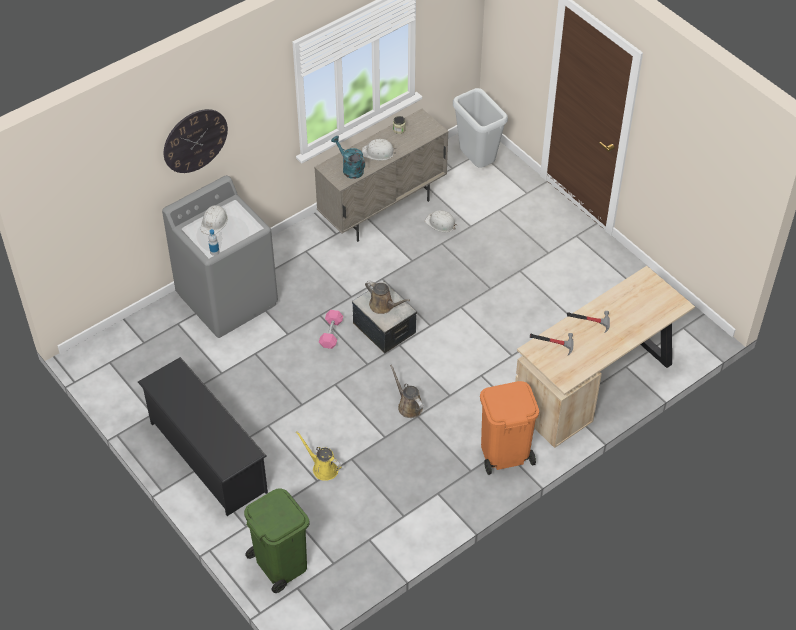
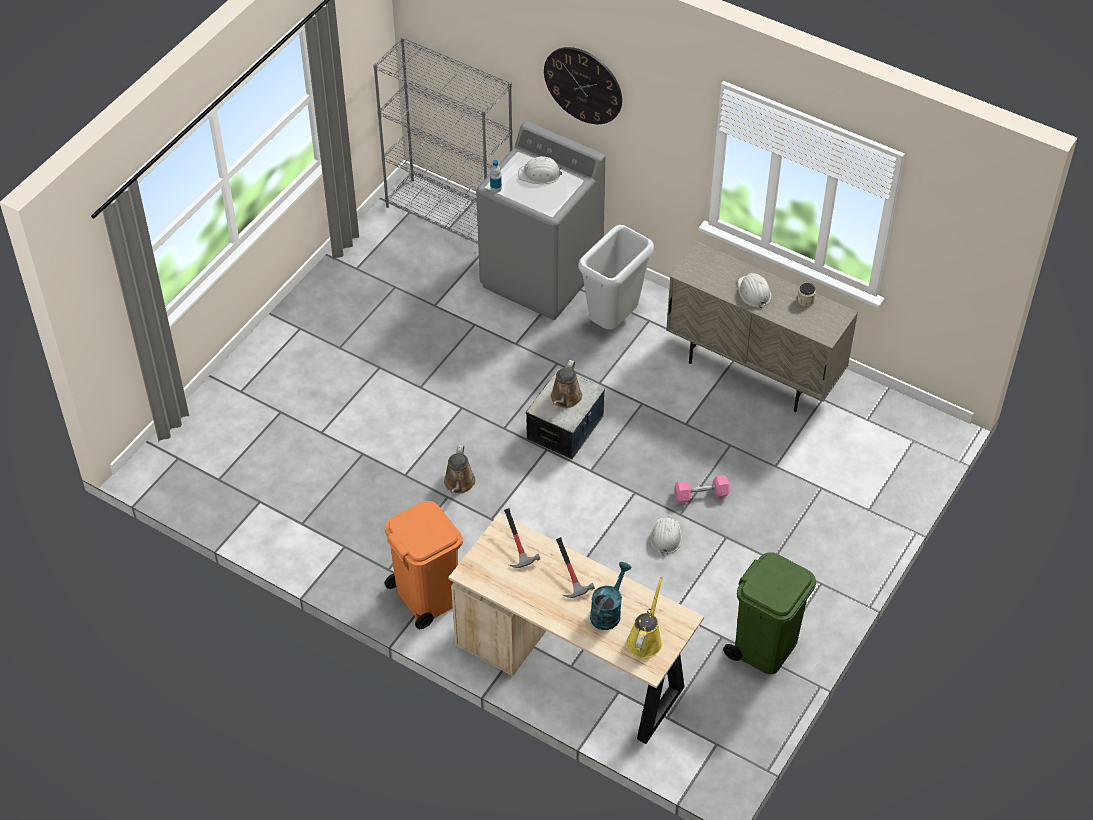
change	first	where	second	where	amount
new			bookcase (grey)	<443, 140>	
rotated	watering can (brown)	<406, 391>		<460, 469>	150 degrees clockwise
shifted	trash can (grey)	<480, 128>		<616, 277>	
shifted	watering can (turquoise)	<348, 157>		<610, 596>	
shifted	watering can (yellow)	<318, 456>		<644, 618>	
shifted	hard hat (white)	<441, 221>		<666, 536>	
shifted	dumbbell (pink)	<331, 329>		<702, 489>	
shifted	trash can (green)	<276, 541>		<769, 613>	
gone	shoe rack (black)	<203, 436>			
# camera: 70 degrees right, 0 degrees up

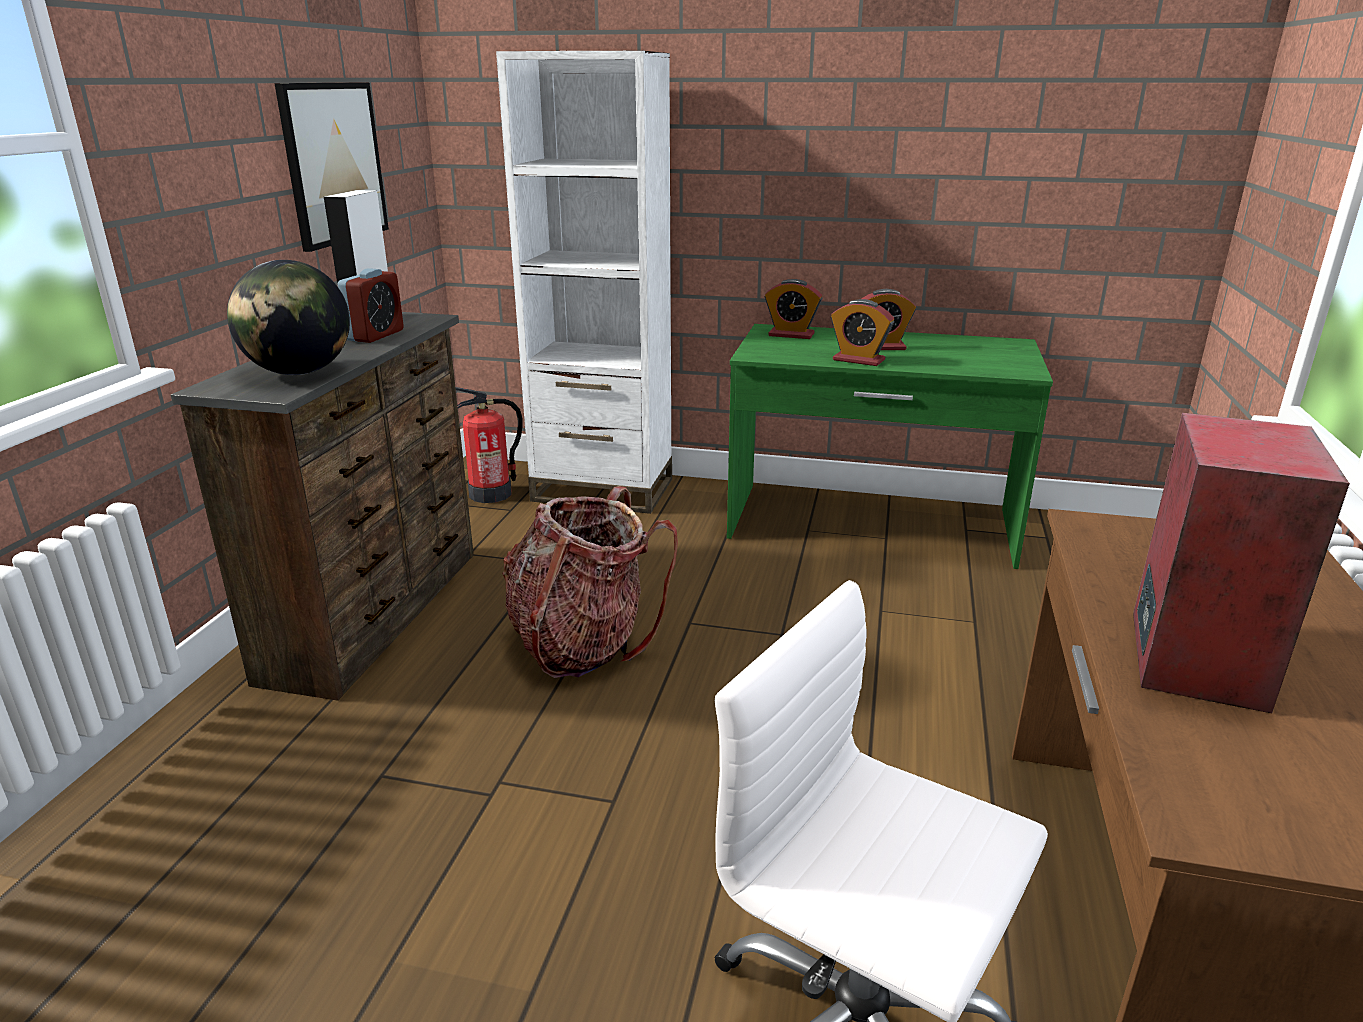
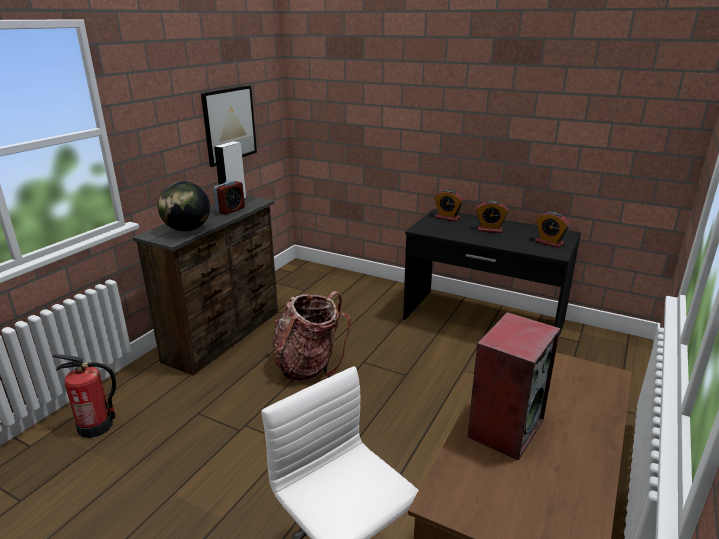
change	first	where	second	where	amount
shifted	fire extinguisher	<489, 445>		<84, 396>	
repainted	desk (green)	<890, 446>	desk (black)	<492, 272>	
shifted	alarm clock	<862, 332>		<553, 229>	
gone	bookcase (white)	<584, 282>			
# camera: 15 degrees right, 0 degrees up

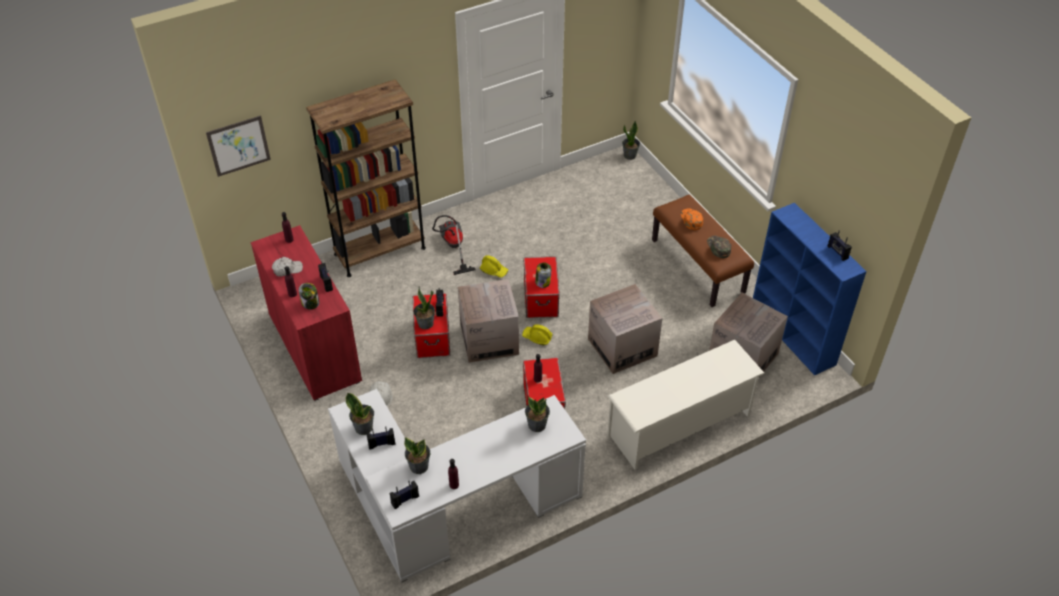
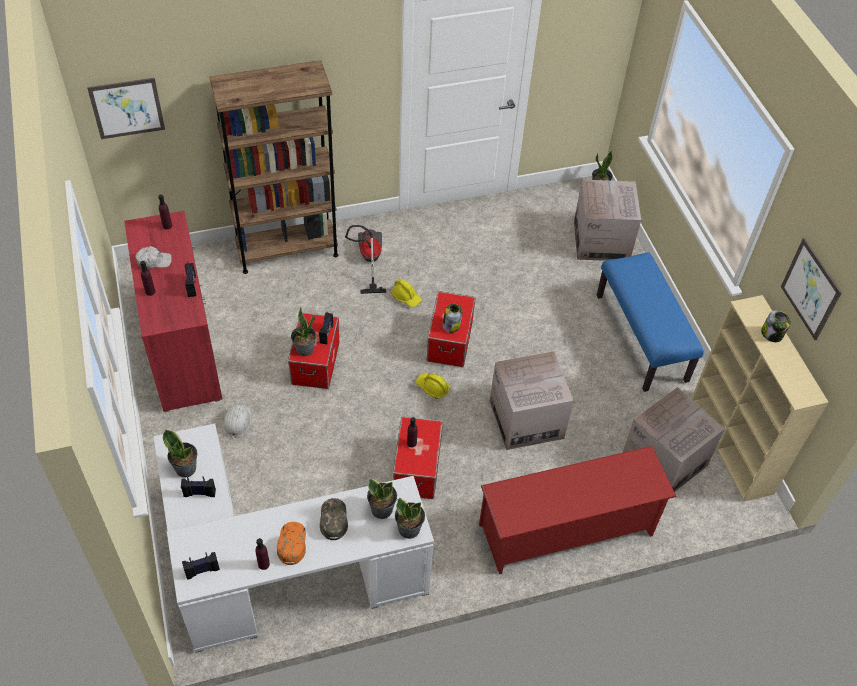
change	first	where	second	where	amount
shifted	cap (orange)	<692, 219>		<291, 543>	
shifted	cap (green)	<719, 247>		<334, 519>	
shifted	potted plant	<417, 456>		<410, 518>	
repainted	shoe rack (white)	<686, 405>	shoe rack (red)	<577, 510>	
shifted	cardboard box	<488, 320>		<607, 220>	
repainted	bench (brown)	<703, 251>	bench (blue)	<650, 322>	
repainted	bookcase (blue)	<810, 289>	bookcase (beige)	<760, 398>	
shifted	jar	<309, 296>		<776, 326>	
new			picture	<811, 289>	
gone	radio	<840, 245>			
# camera: 10 degrees right, 5 degrees up

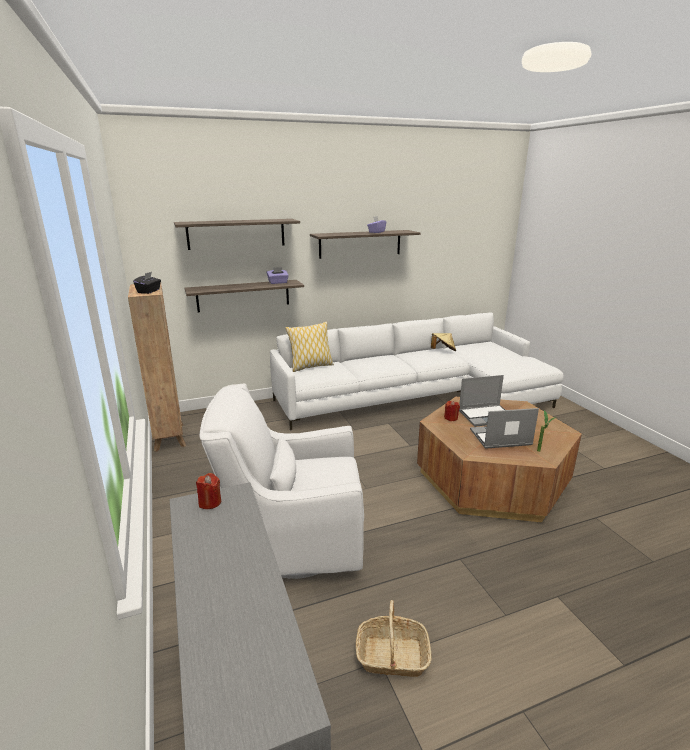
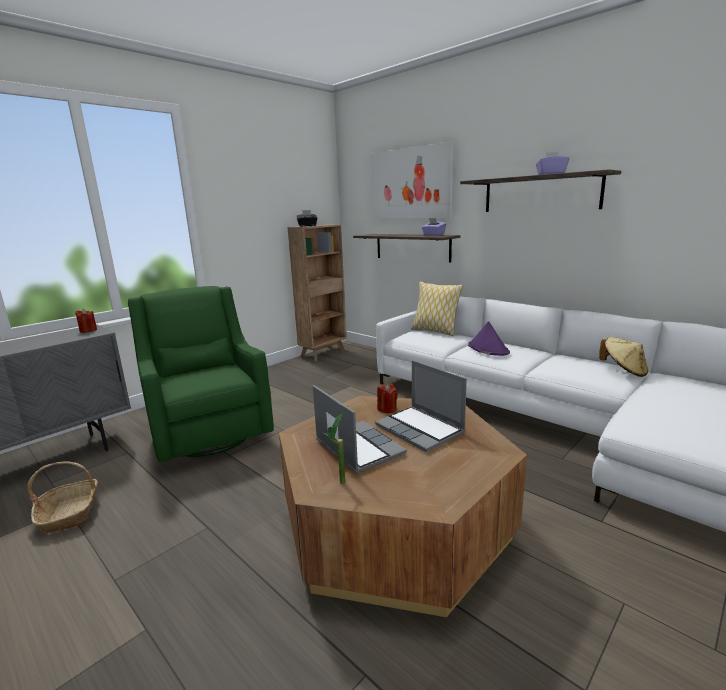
change	first	where	second	where	amount
repainted	armchair (white)	<281, 481>	armchair (green)	<201, 374>	
swapped	shelf	<237, 234>	picture	<412, 180>	
new			hat (purple)	<489, 338>	
# camera: 65 degrees right, 5 degrees down

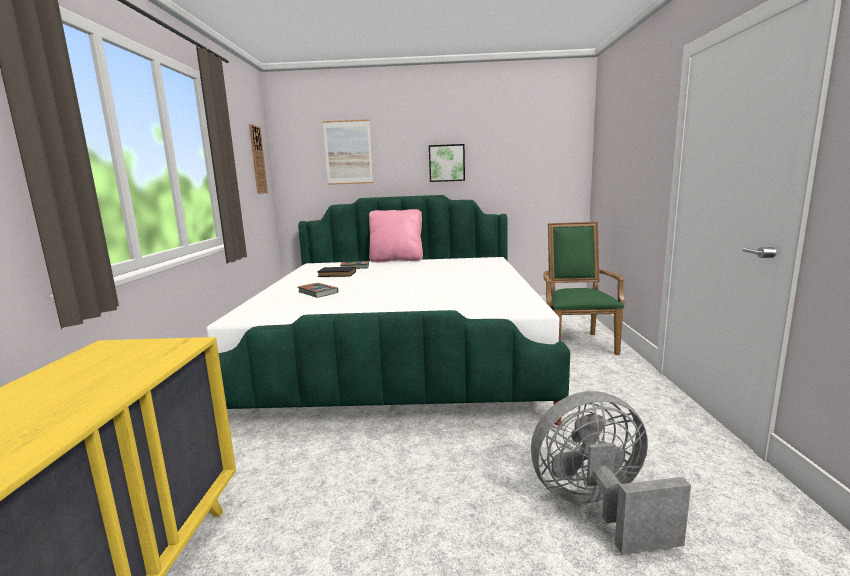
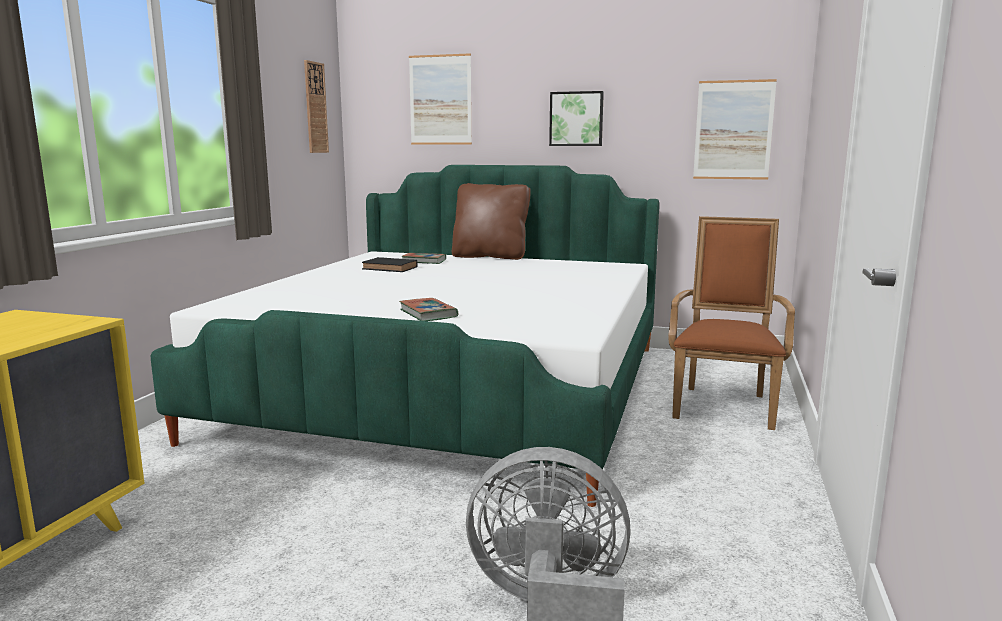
change	first	where	second	where	amount
shifted	book	<318, 290>		<428, 309>	
repainted	pillow (pink)	<396, 235>	pillow (brown)	<491, 221>	
repainted	armchair (green)	<584, 288>	armchair (brown)	<731, 323>	
new			picture	<735, 129>	
# camera: 15 degrees right, 0 degrees up

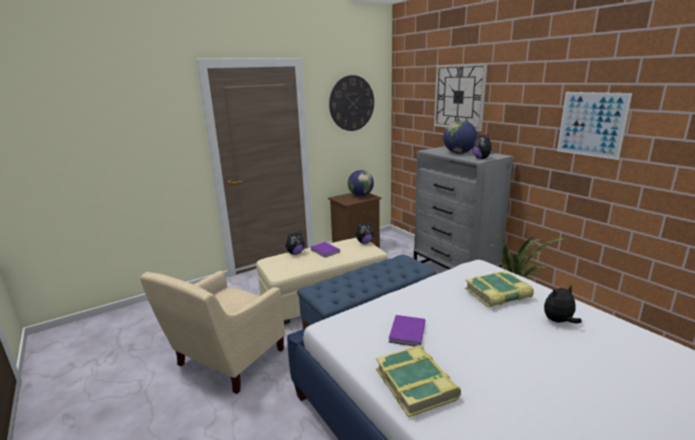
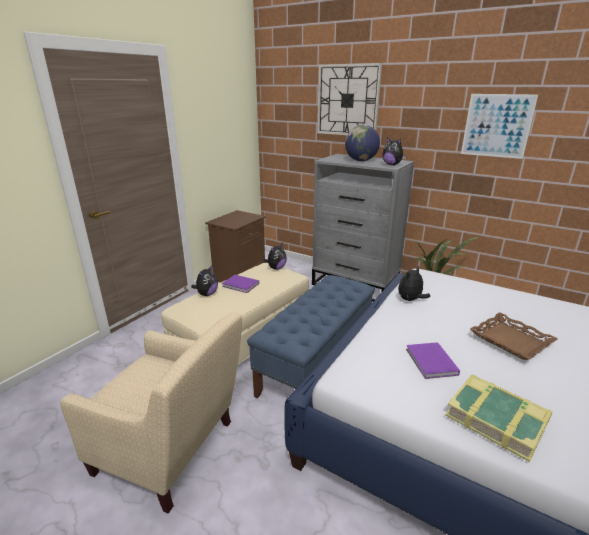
change	first	where	second	where	amount
rotated	armchair (beige)	<212, 332>		<151, 412>	75 degrees counterclockwise
shifted	plush toy	<563, 303>		<414, 283>	
new			tray (brown)	<514, 336>	
gone	wall clock	<351, 103>			
gone	globe	<361, 183>			
gone	book	<499, 289>			
# camera: 25 degrees left, 5 degrees up

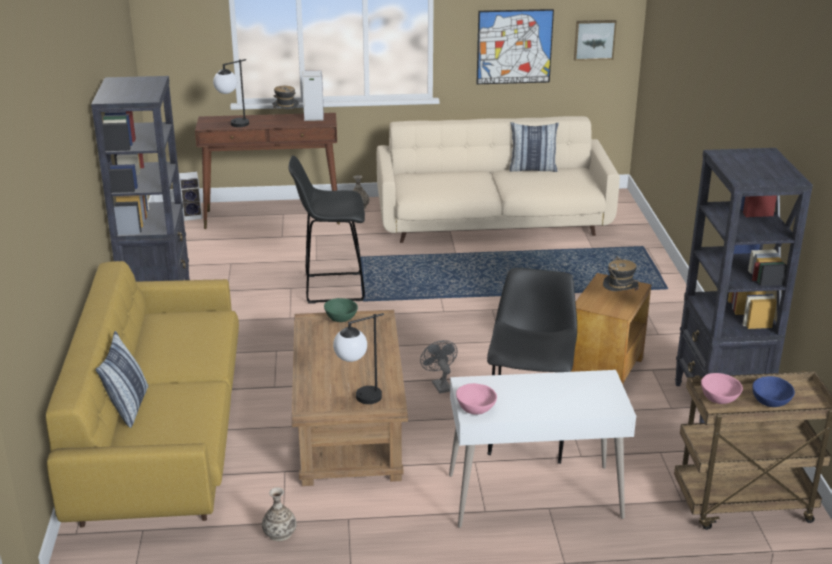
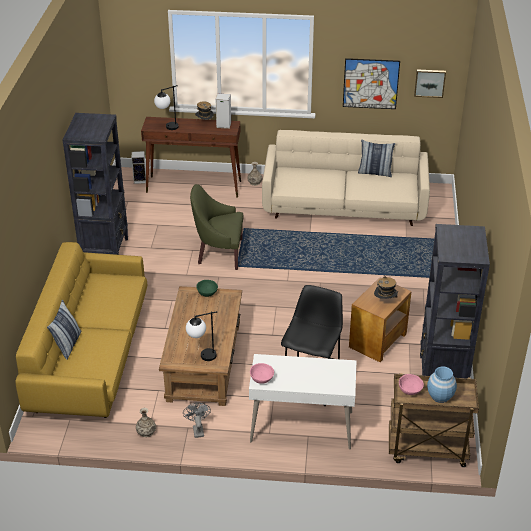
change	first	where	second	where	amount
shifted	fan (grey)	<439, 366>		<197, 420>	
swapped	stool (black)	<326, 230>	armchair (green)	<216, 227>	
swapped	bowl (blue)	<773, 391>	vase (blue)	<442, 385>	
# camera: 10 degrees right, 10 degrees up

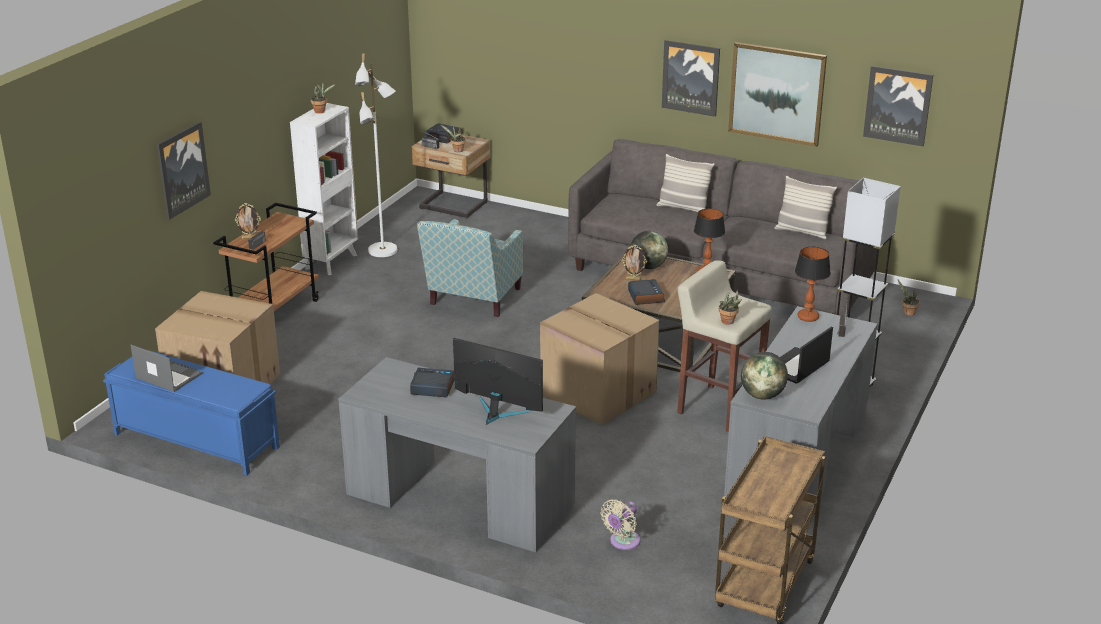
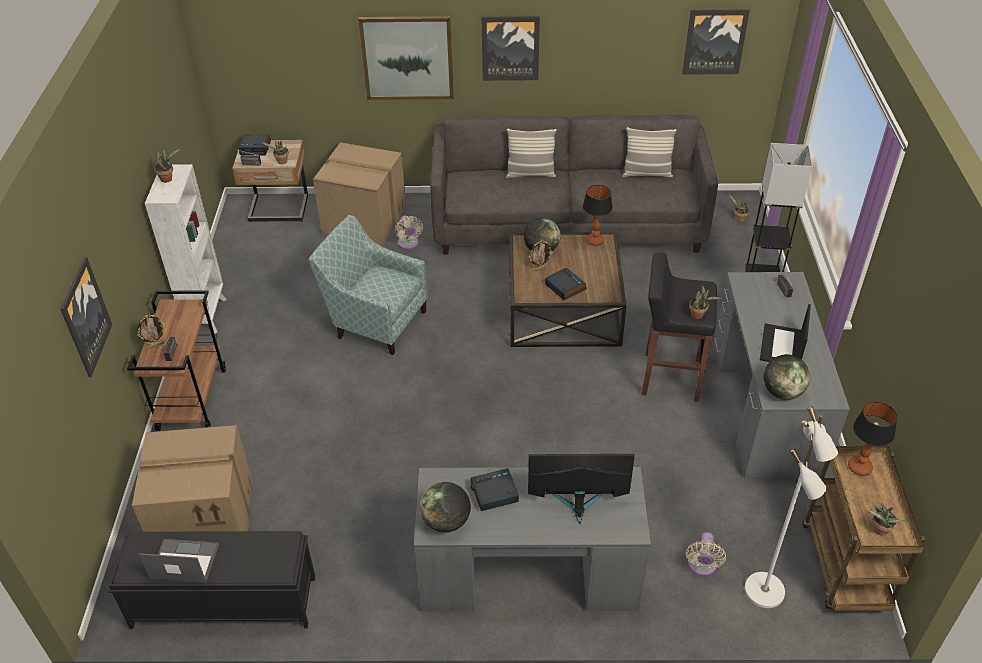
change	first	where	second	where	amount
repainted	bench (blue)	<191, 413>	bench (black)	<211, 580>	
rotated	armchair	<470, 268>		<368, 285>	120 degrees clockwise
shifted	cardboard box	<600, 359>		<359, 193>	
shifted	picture	<777, 94>		<406, 58>	
new			fan (beige)	<409, 232>	
new			globe	<445, 507>	
repainted	stool (beige)	<724, 346>	stool (black)	<679, 327>	
shifted	floor lamp (white)	<376, 155>		<791, 507>	
shifted	table lamp	<813, 284>		<873, 439>	
new			potted plant	<886, 519>	
# camera: 25 degrees left, 15 degrees up

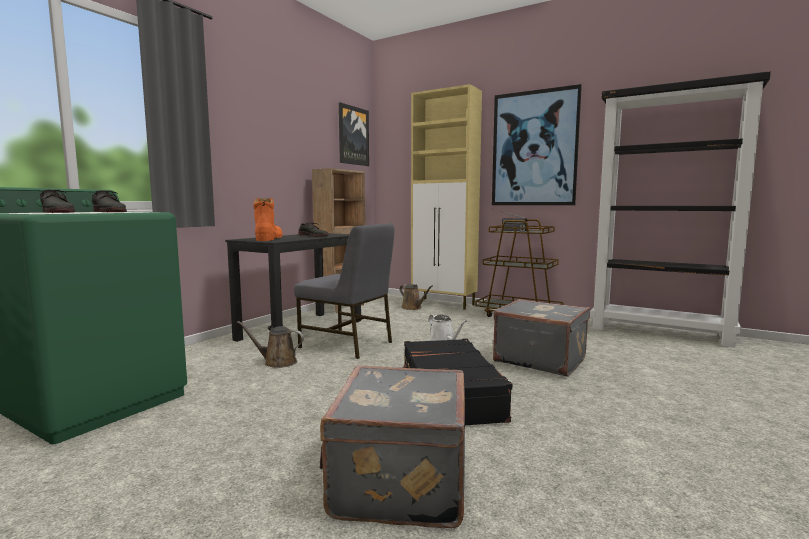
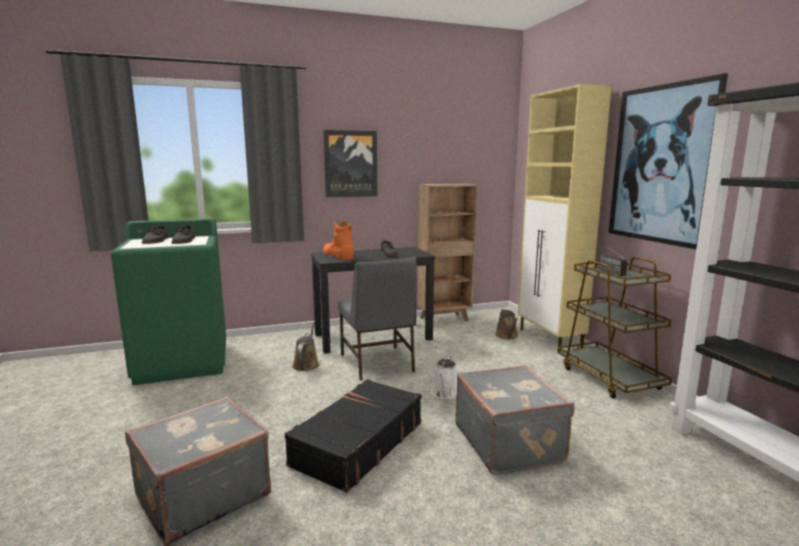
change	first	where	second	where	amount
rotated	watering can (brown)	<270, 344>		<305, 346>	45 degrees clockwise
shifted	picture	<354, 134>		<350, 163>	
rotated	boot (orange)	<267, 219>		<338, 240>	75 degrees counterclockwise
# camera: 40 degrees right, 5 degrees up

